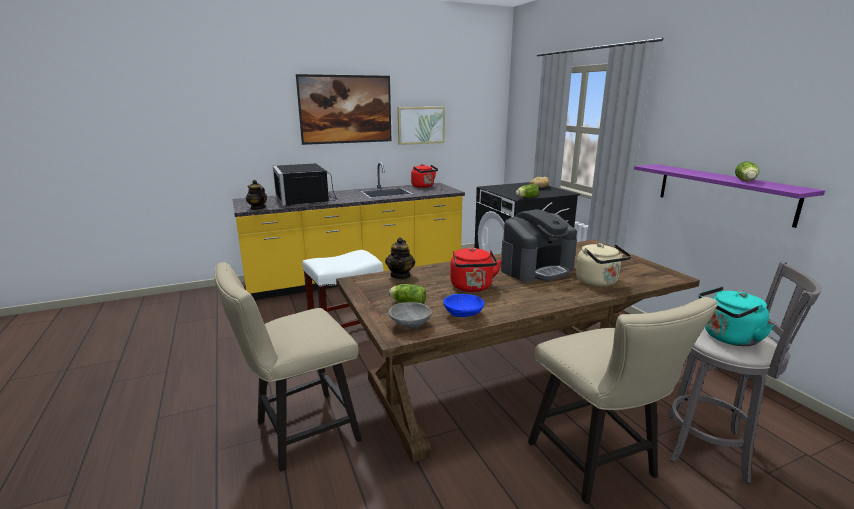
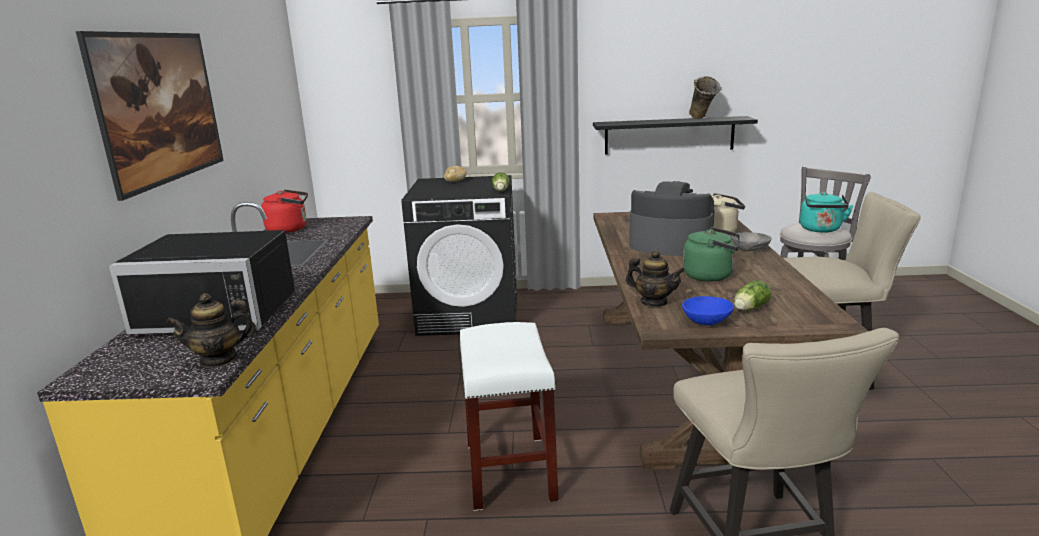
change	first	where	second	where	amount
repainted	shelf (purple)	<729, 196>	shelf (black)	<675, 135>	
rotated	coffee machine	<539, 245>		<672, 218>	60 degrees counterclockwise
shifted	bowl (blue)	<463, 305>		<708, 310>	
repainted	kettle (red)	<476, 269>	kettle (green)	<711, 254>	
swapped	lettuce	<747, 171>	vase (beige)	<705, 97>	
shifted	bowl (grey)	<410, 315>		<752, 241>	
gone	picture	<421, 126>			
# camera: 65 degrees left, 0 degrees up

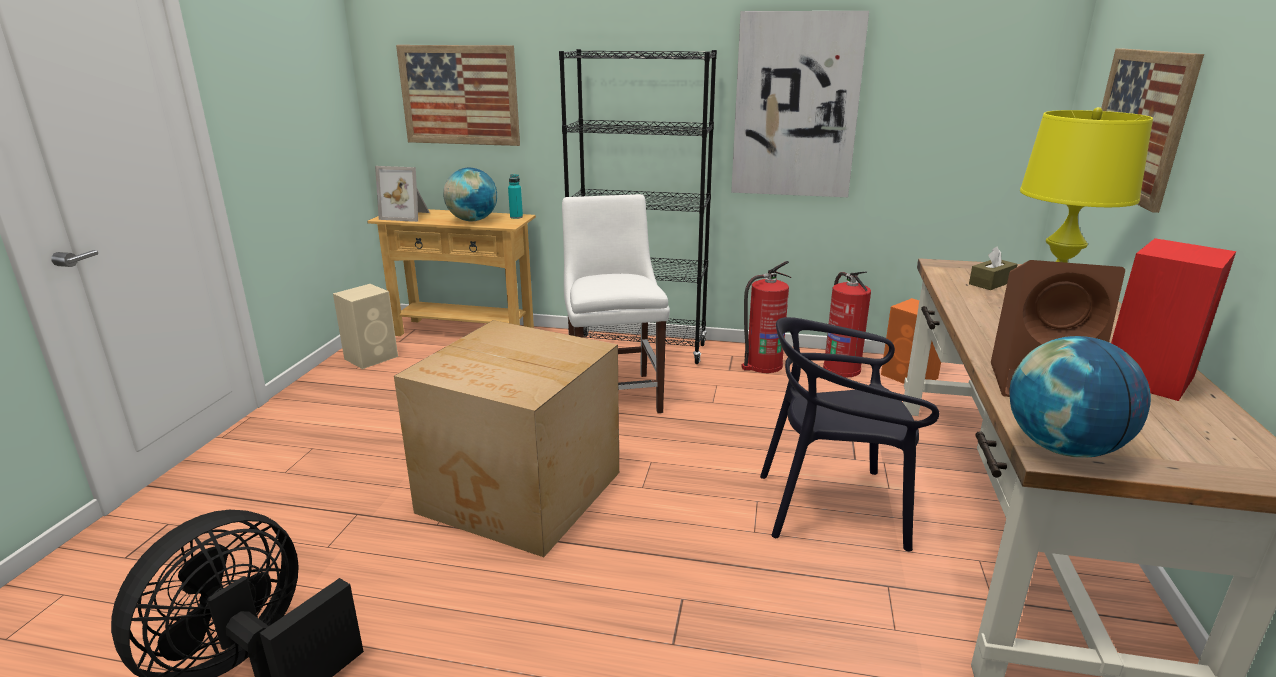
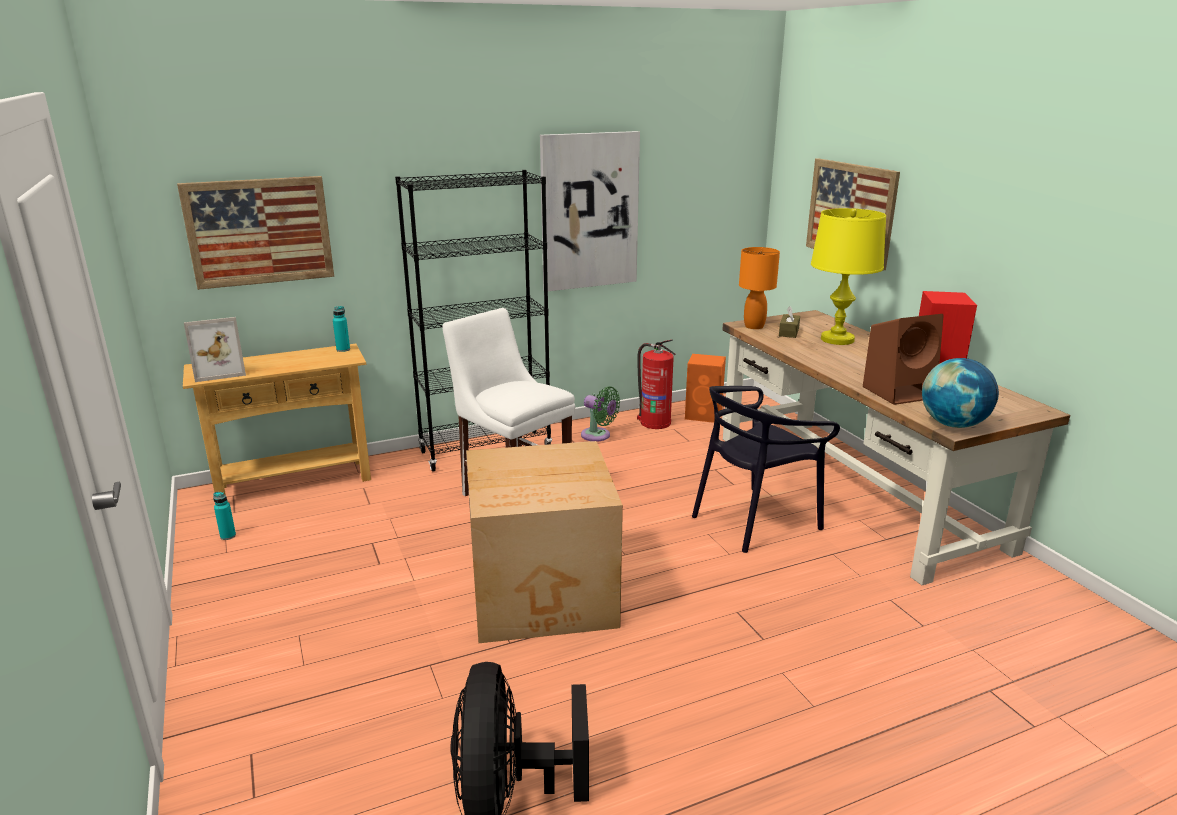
change	first	where	second	where	amount
swapped	speaker (beige)	<365, 326>	bottle (turquoise)	<224, 516>	
swapped	fire extinguisher	<766, 317>	fan (green)	<600, 414>	
new			table lamp (orange)	<759, 288>	
gone	globe	<470, 194>			
# camera: 35 degrees left, 0 degrees up

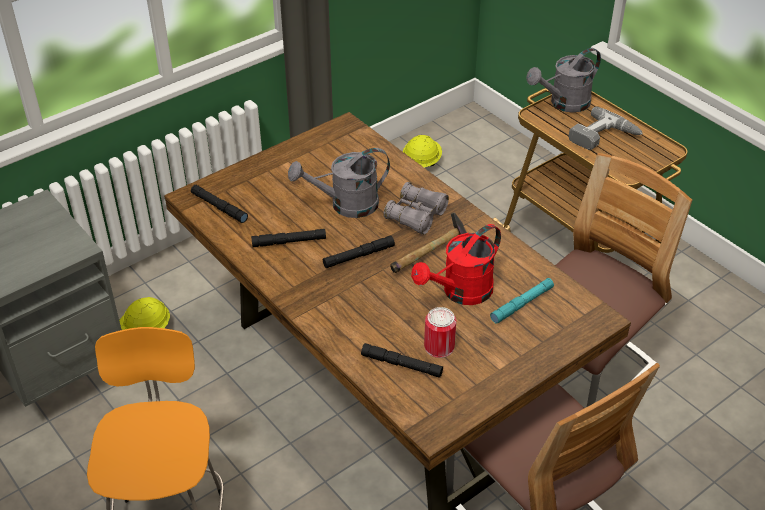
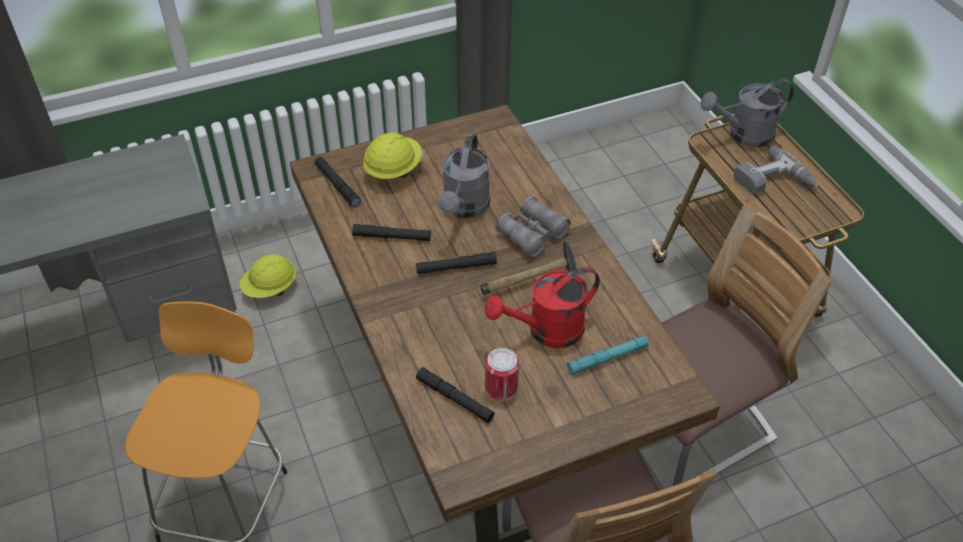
change	first	where	second	where	amount
shifted	hard hat (yellow)	<422, 151>		<392, 155>	
rotated	watering can (grey)	<339, 183>		<464, 176>	75 degrees counterclockwise
# camera: 15 degrees right, 5 degrees up

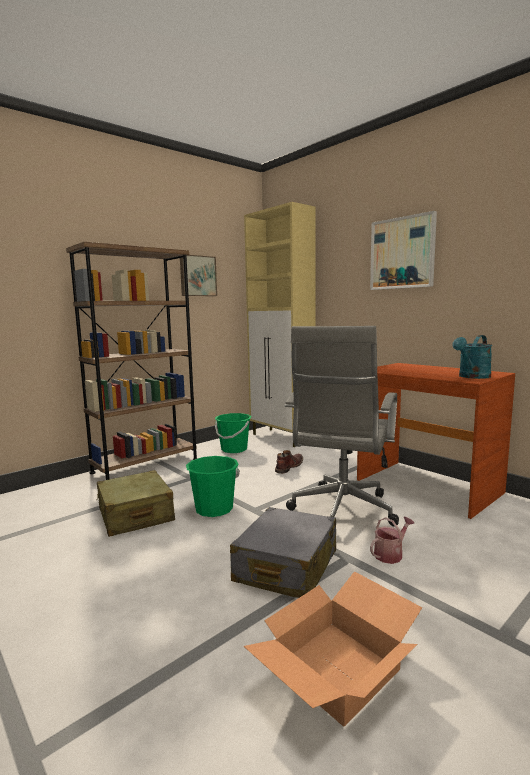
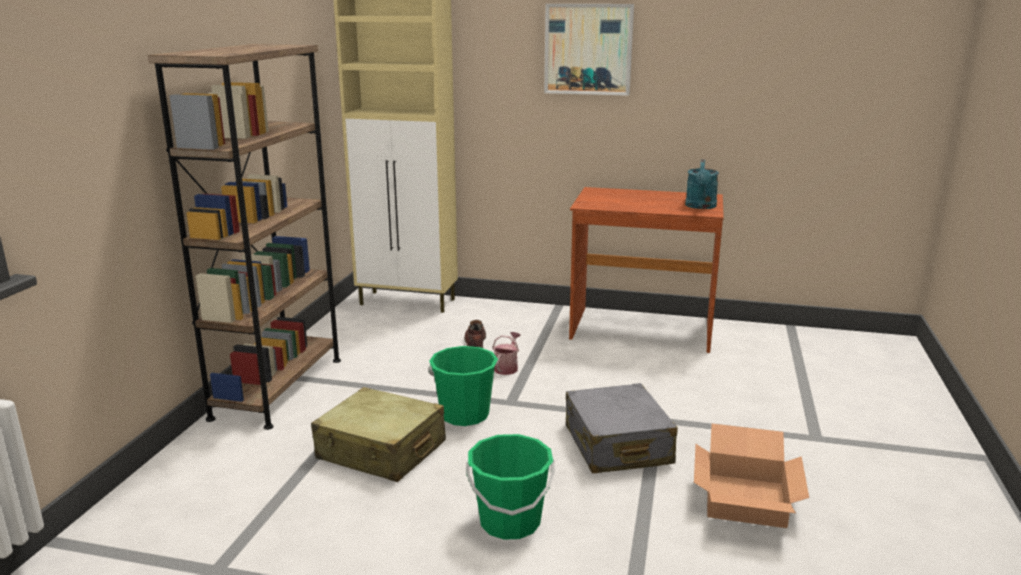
change	first	where	second	where	amount
shifted	bucket (green)	<233, 433>		<510, 487>	
shifted	watering can	<392, 540>		<506, 353>	
gone	picture	<198, 275>			
gone	office chair (grey)	<341, 426>			
# camera: 35 degrees left, 10 degrees up

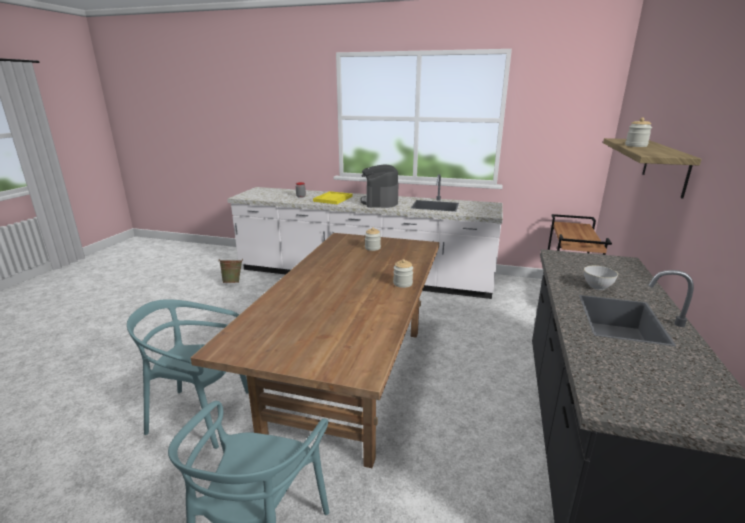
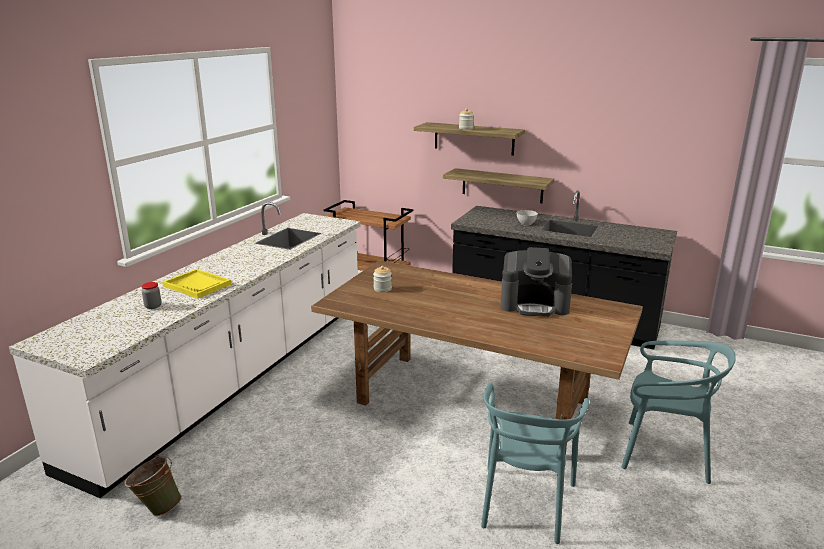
change	first	where	second	where	amount
new			shelf	<498, 185>	
shifted	coffee machine	<379, 186>		<536, 282>	
gone	jar	<403, 273>			
# camera: 80 degrees left, 0 degrees up

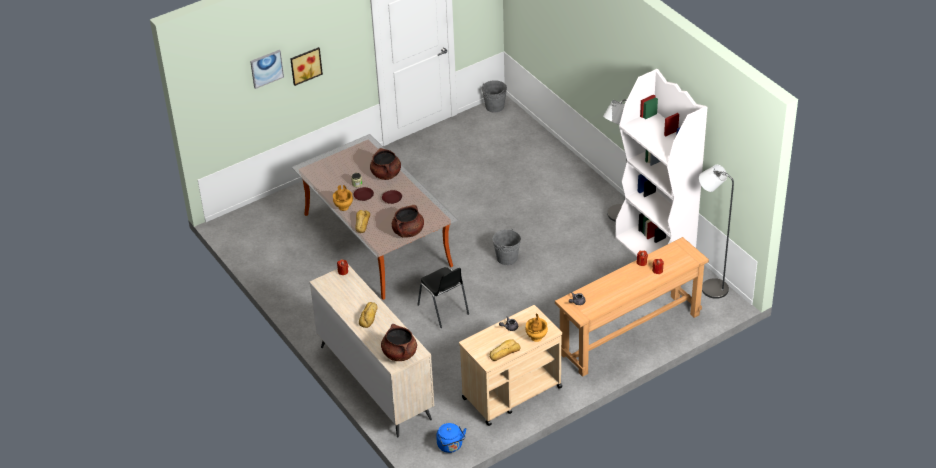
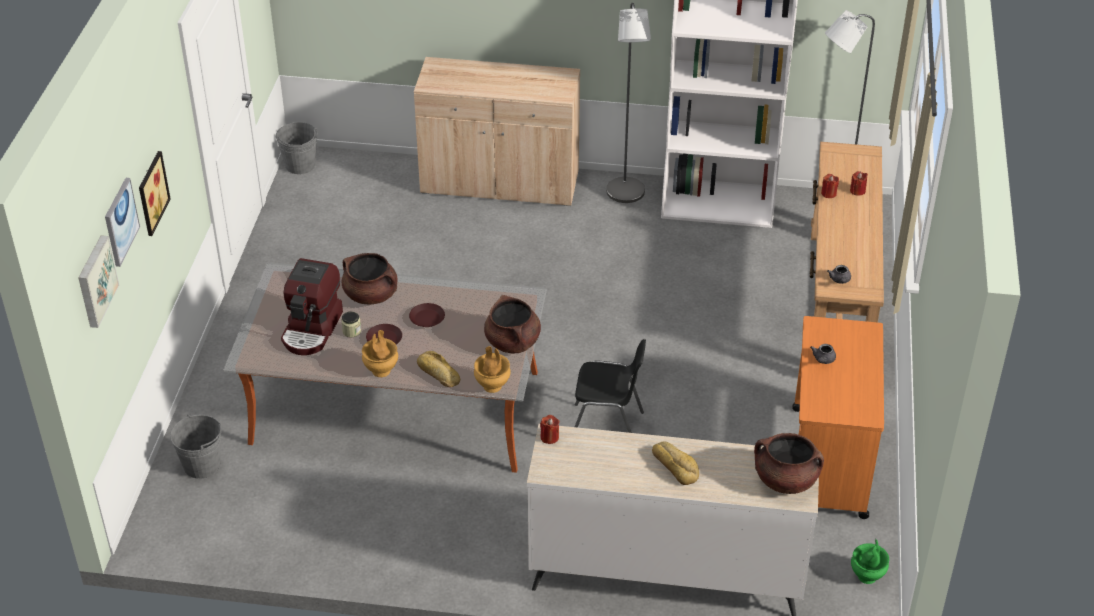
change	first	where	second	where	amount
new			picture	<98, 281>	
shifted	bucket (grey)	<507, 247>		<196, 446>	
new			coffee machine	<312, 306>	
new			cabinet (beige)	<497, 131>	
shifted	vase (brown)	<536, 327>		<492, 369>	
repainted	cart (beige)	<510, 365>	cart (orange)	<838, 417>	
swapped	kettle (blue)	<451, 438>	vase (green)	<870, 561>	
gone	bread	<505, 350>			
# camera: 50 degrees left, 0 degrees up

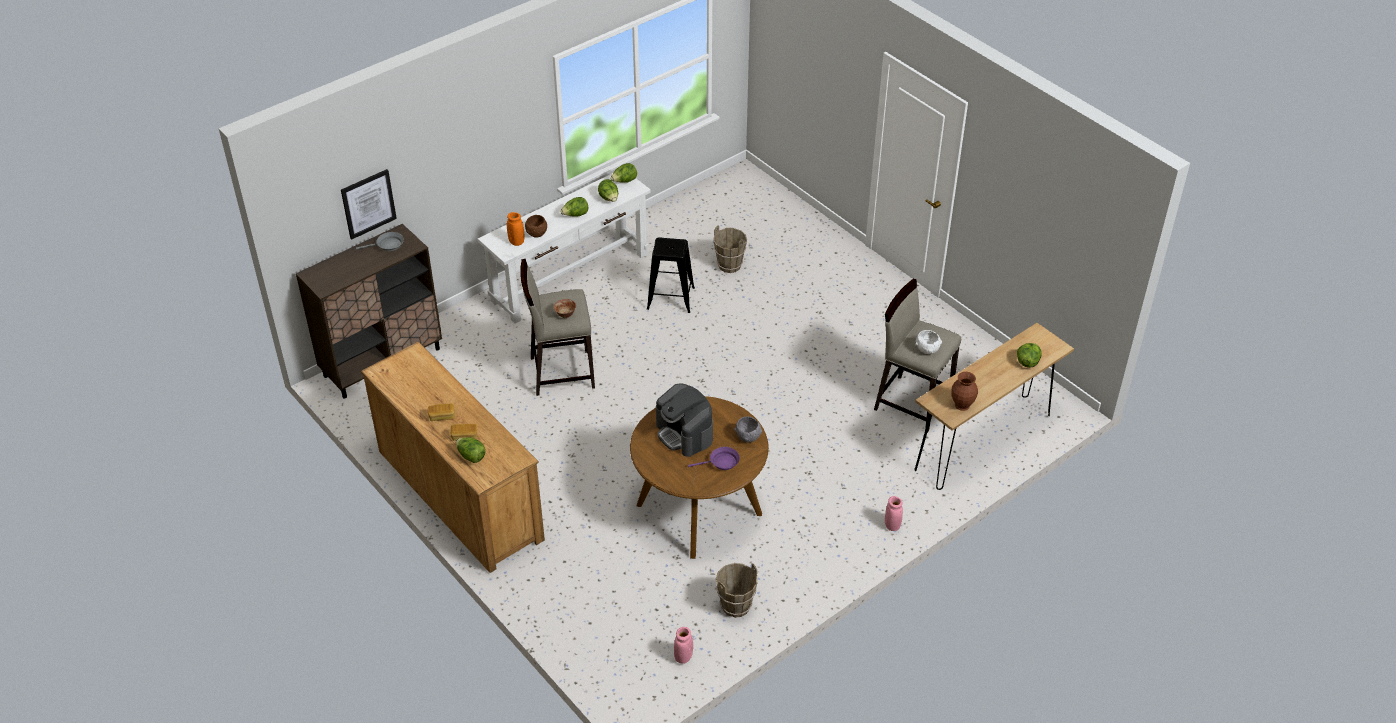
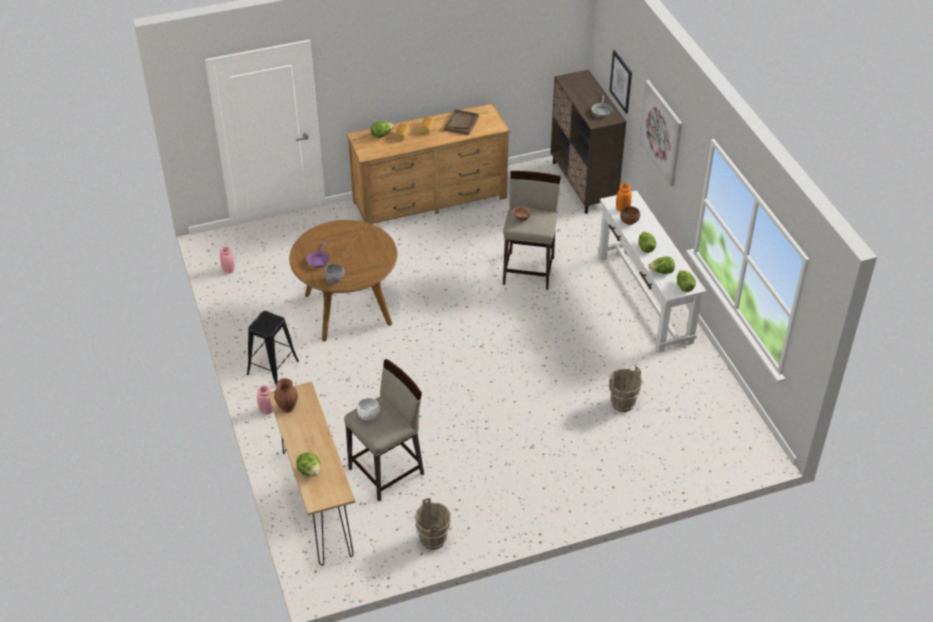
change	first	where	second	where	amount
shifted	stool (black)	<671, 275>		<273, 349>	
shifted	bucket (brown)	<736, 590>		<432, 524>	
new			tray (brown)	<461, 122>	
new			picture	<660, 133>	
gone	coffee machine	<684, 420>			
# camera: 110 degrees right, 0 degrees up

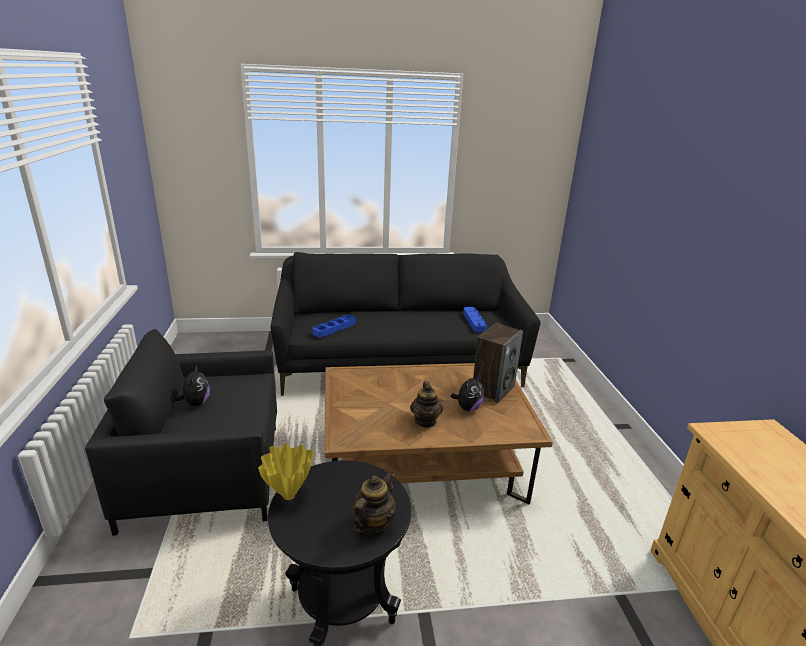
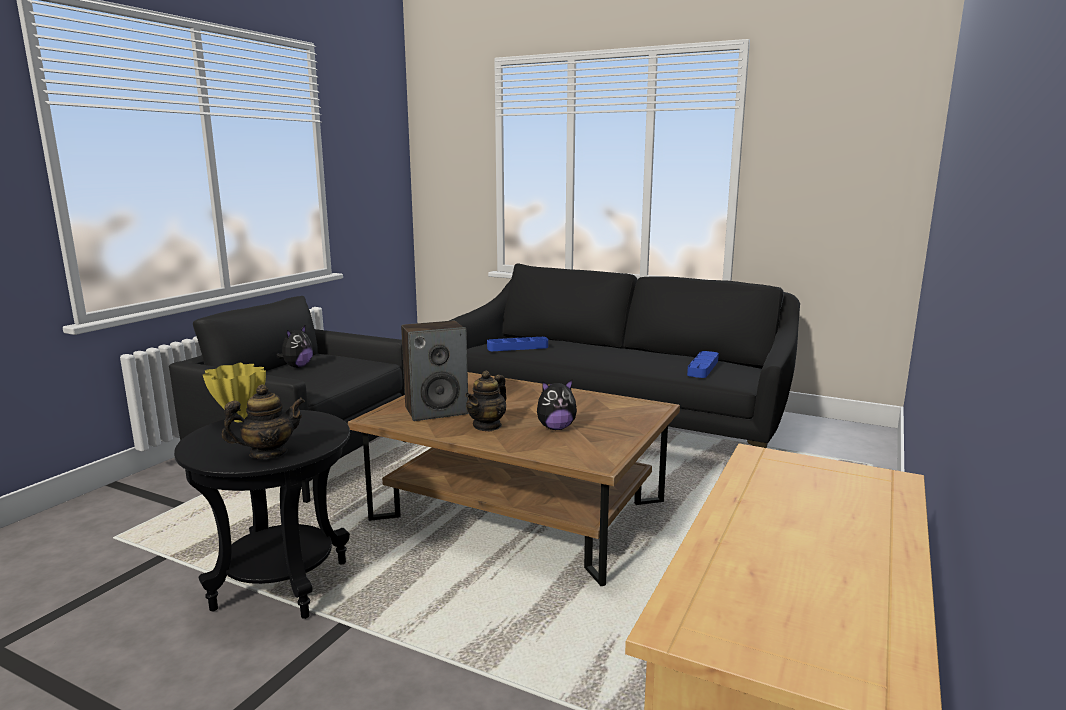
change	first	where	second	where	amount
shifted	speaker	<498, 363>		<434, 370>	
# camera: 35 degrees right, 10 degrees down

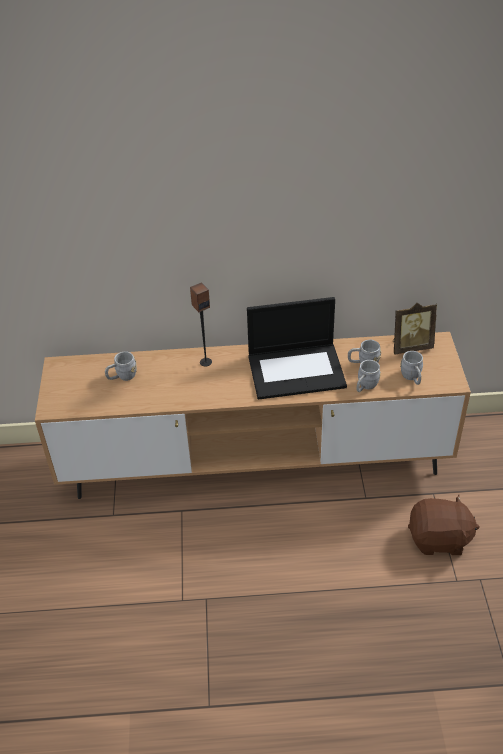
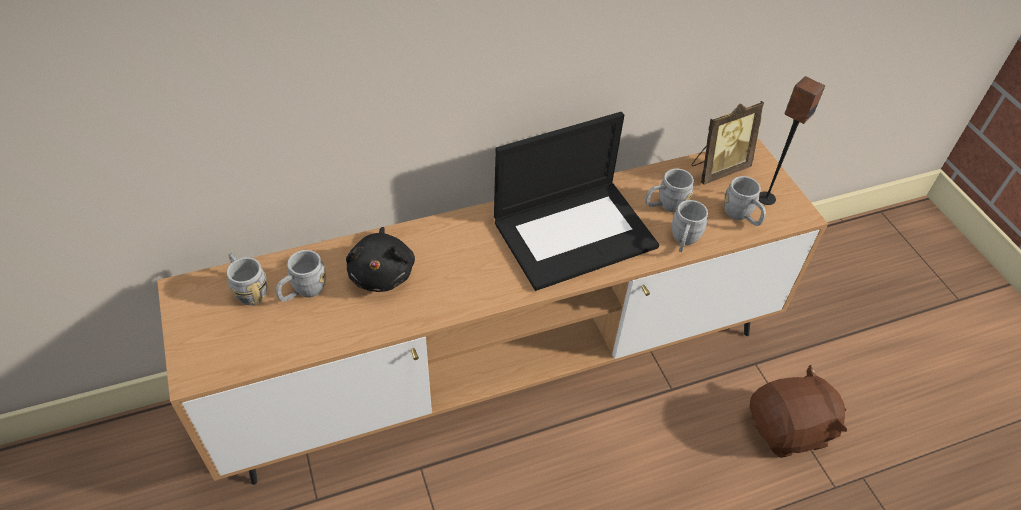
change	first	where	second	where	amount
new			mug (grey)	<247, 279>	
new			plush toy (black)	<380, 259>	
shifted	speaker	<201, 324>		<792, 140>	
# camera: 20 degrees left, 5 degrees up

